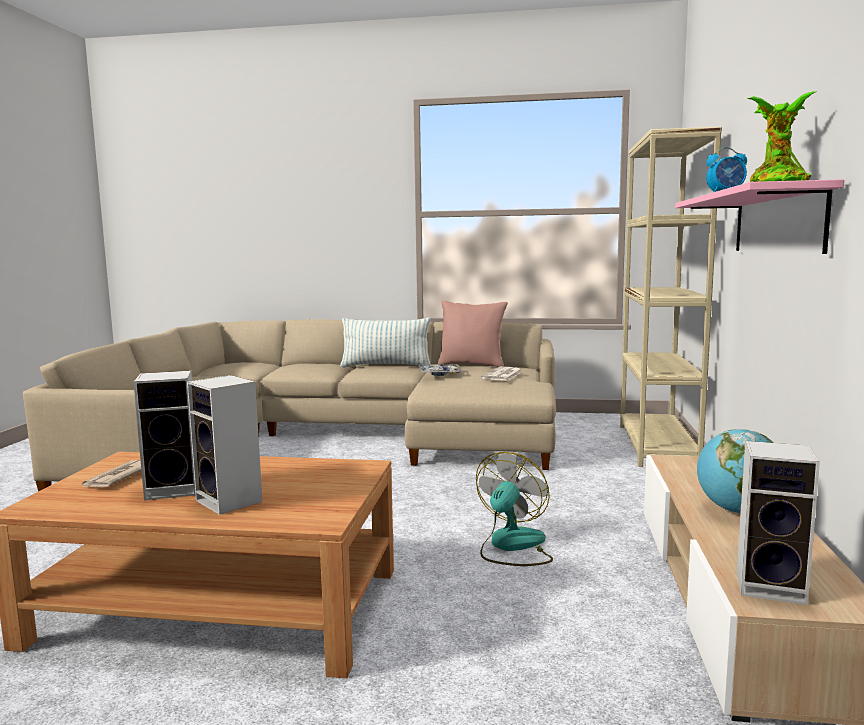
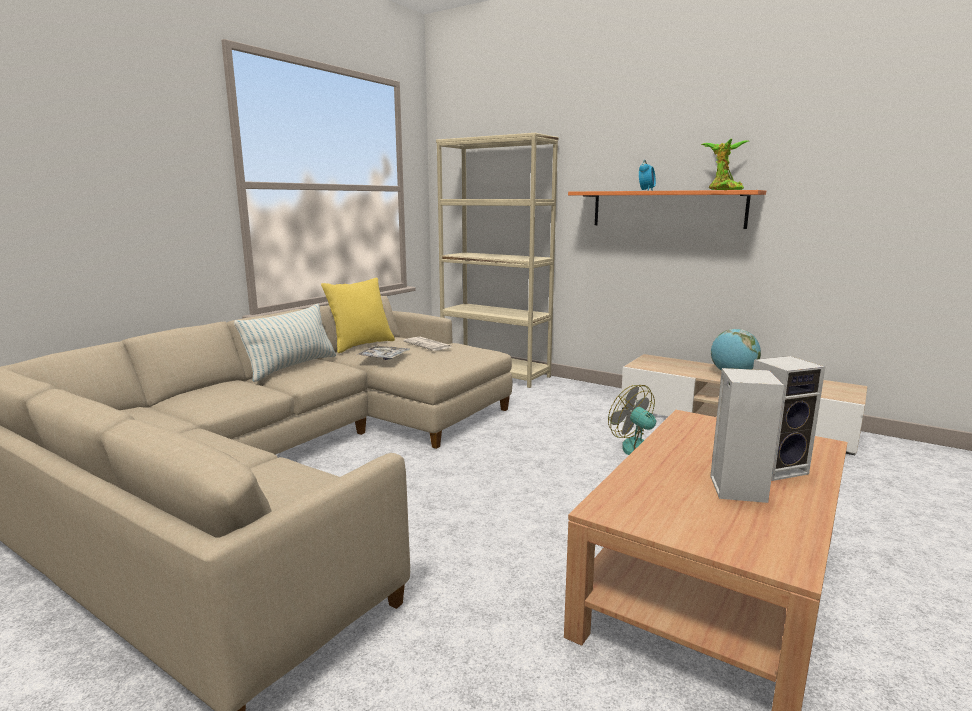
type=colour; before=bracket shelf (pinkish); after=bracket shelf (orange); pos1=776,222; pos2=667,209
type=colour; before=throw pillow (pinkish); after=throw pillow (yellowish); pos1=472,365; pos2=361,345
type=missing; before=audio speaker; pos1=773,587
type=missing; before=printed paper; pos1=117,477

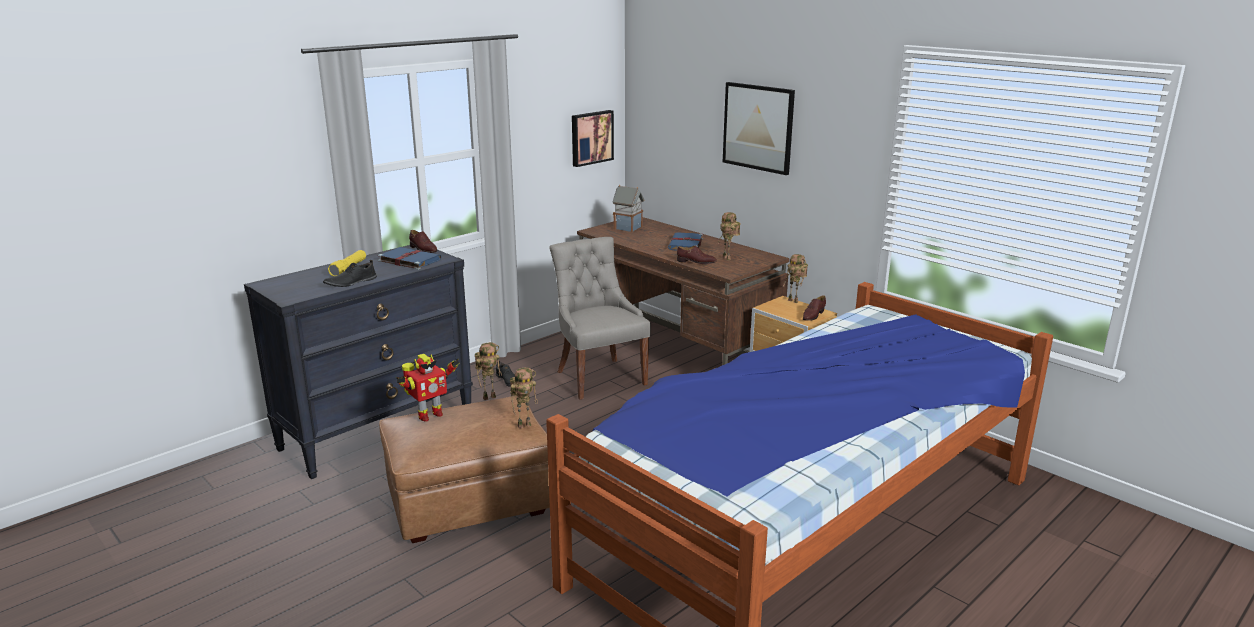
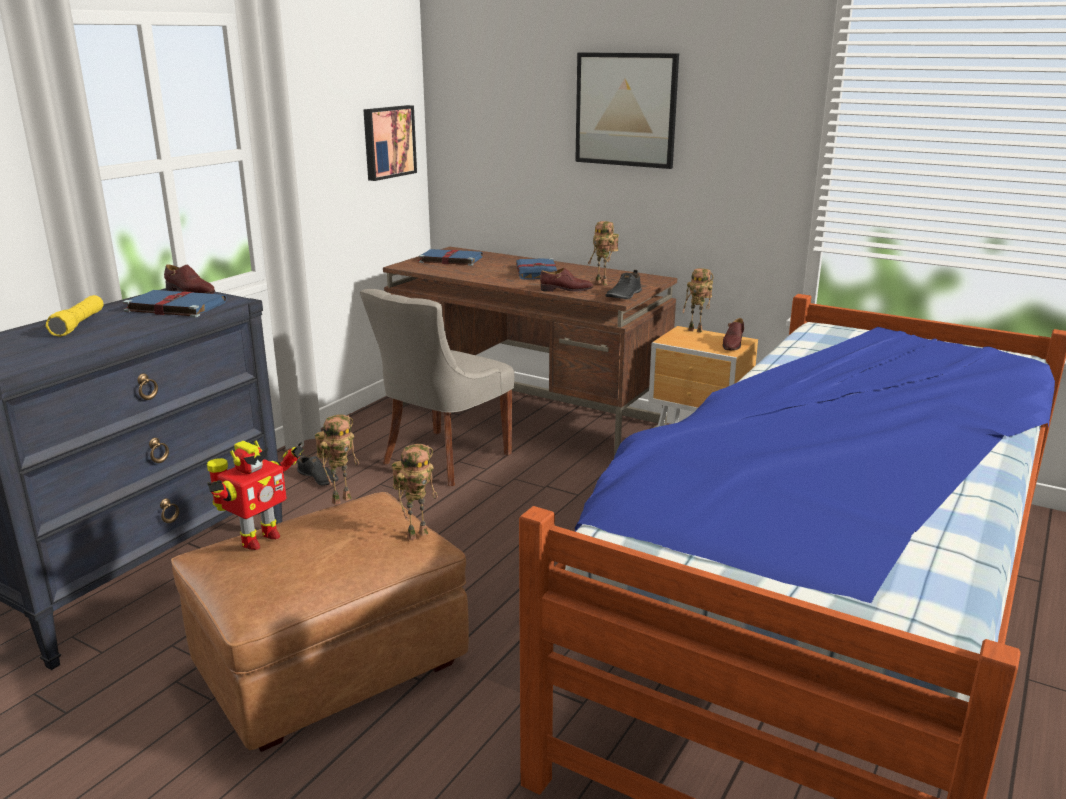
type=exchanged; before=model house; after=bound book (blue); pos1=628,228; pos2=450,260
type=spun; before=upright chair (gray); pos1=599,377; pos2=443,459; turn=-105
type=relocated; before=low shoe (black-coloured); pos1=350,282; pos2=623,295

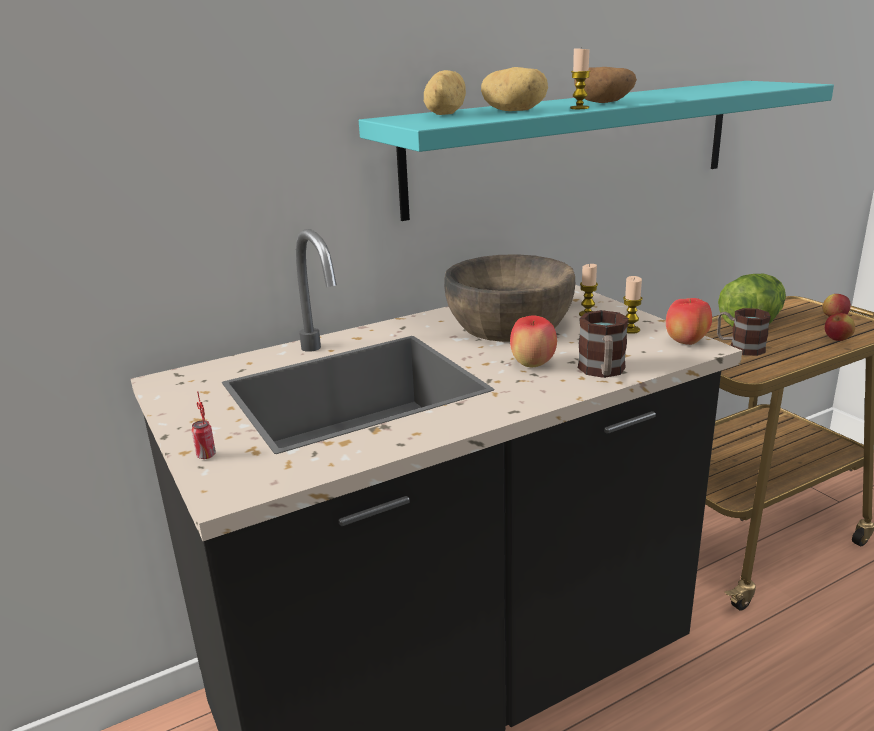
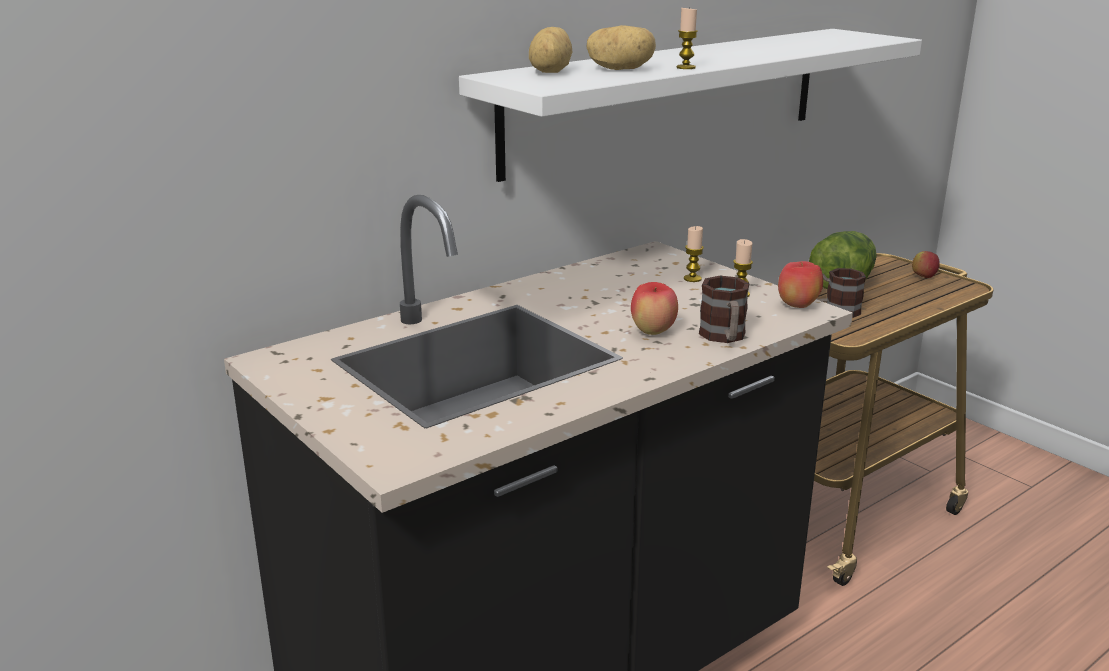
type=missing; before=spud; pos1=604,103
type=colour; before=bracket shelf (turquoise); after=bracket shelf (white-coloured); pos1=577,145; pos2=669,98
type=missing; before=deep dish (brown); pos1=509,324
type=missing; before=whole apple; pos1=837,340
type=missing; before=metal can; pos1=206,454

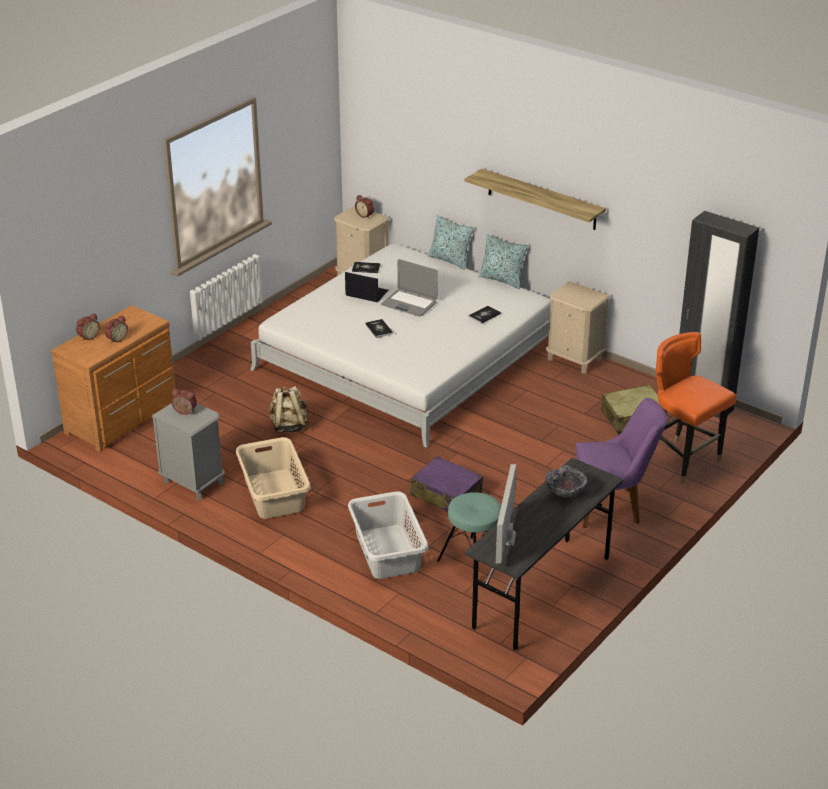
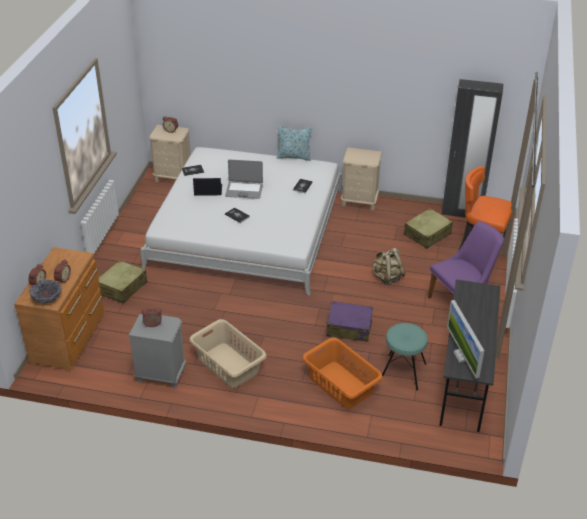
type=missing; before=bracket shelf; pos1=541,199
type=missing; before=throw pillow; pos1=450,260
type=relocated; before=rucksack (sand-coloured); pos1=289,426; pos2=387,278
type=relocated; before=deep dish; pos1=565,492; pos2=47,299
type=colour; before=laundry basket (gray); after=laundry basket (orange); pos1=387,552; pos2=340,385
type=appeared; after=suitcase (sand-coloured); pos2=122,288

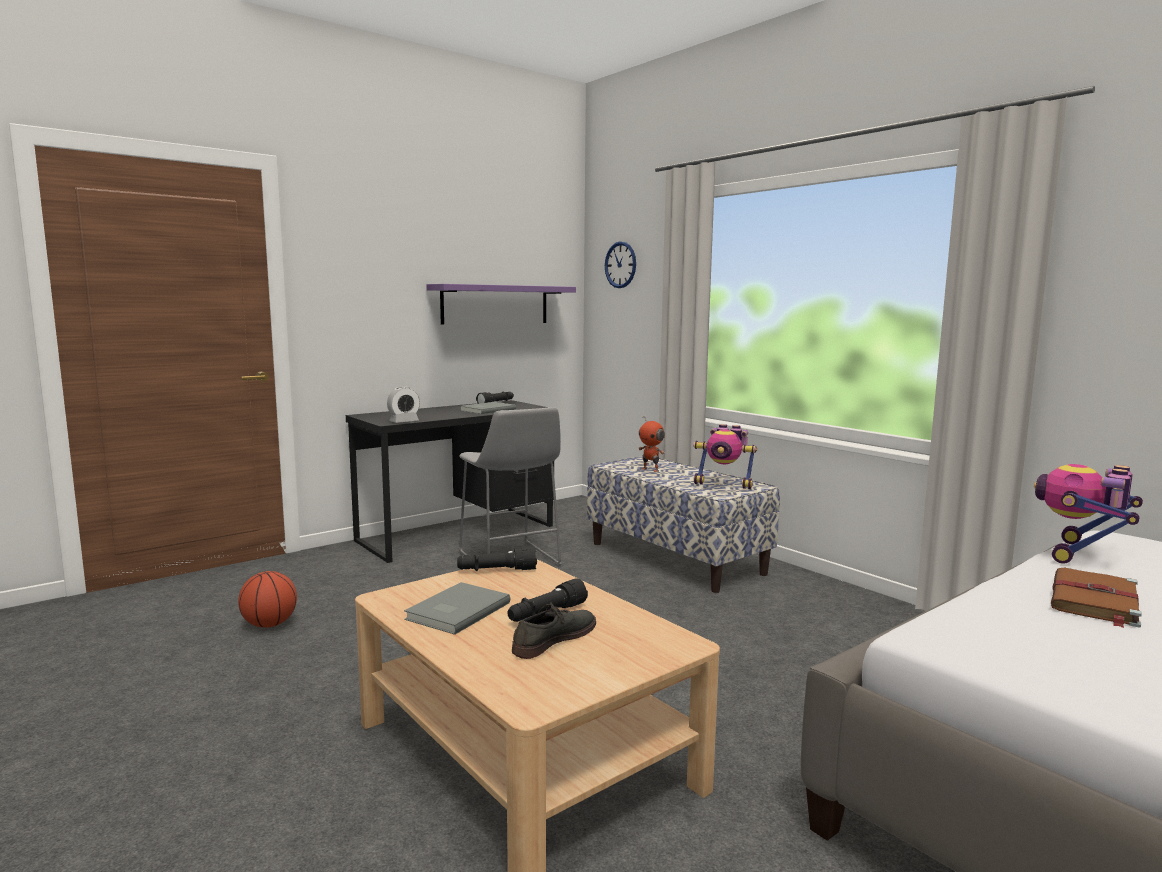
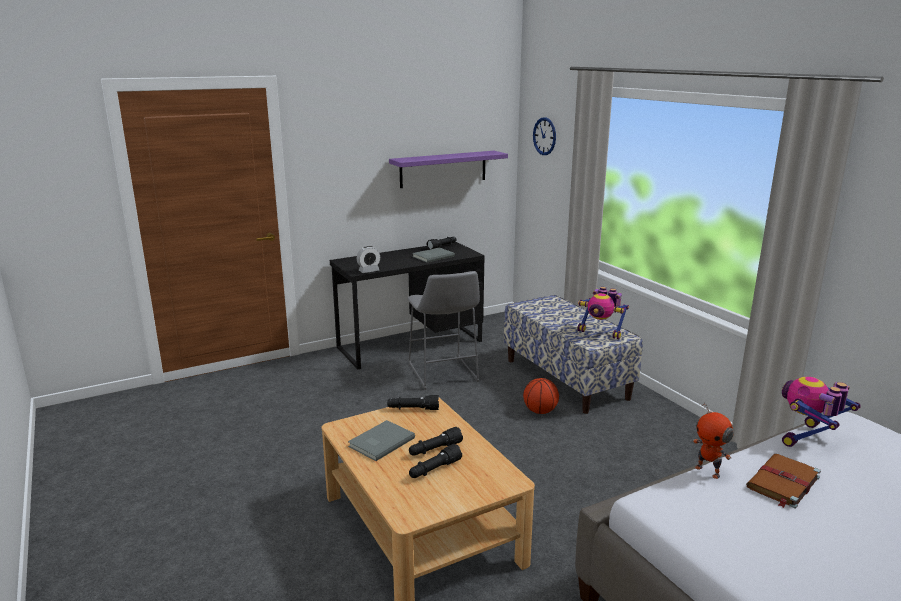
type=relocated; before=toy robot; pos1=651,469; pos2=708,471
type=relocated; before=basketball; pos1=269,625; pos2=540,411
type=exchanged; before=low shoe (gray); after=hand torch (black-coloured); pos1=554,638; pos2=434,469

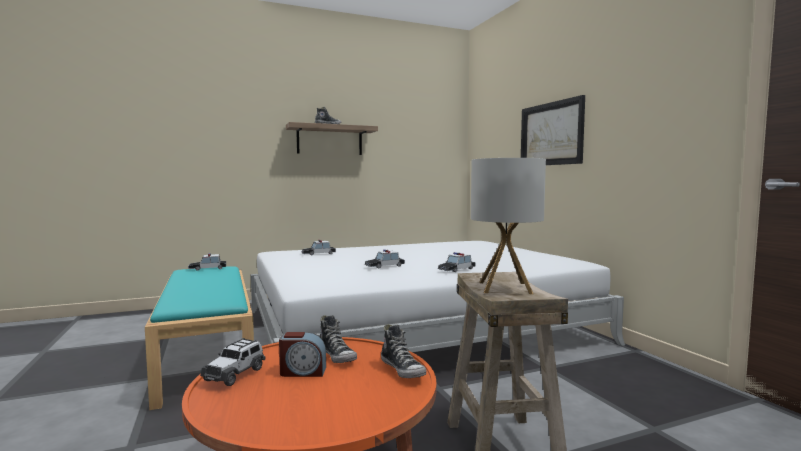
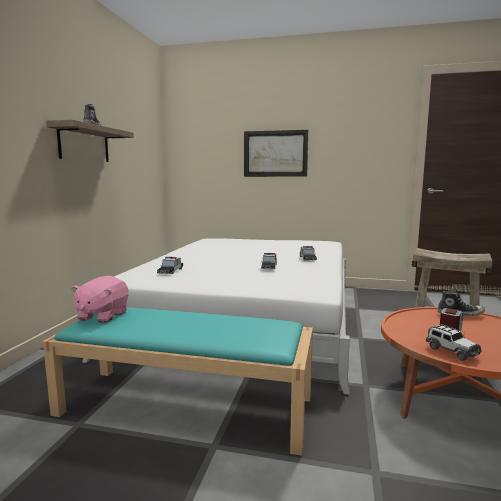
type=missing; before=tabletop lamp; pos1=504,288
type=exchanged; before=toy car; after=plush toy (pinkish); pos1=207,268; pos2=102,316
type=missing; before=low shoe; pos1=337,356

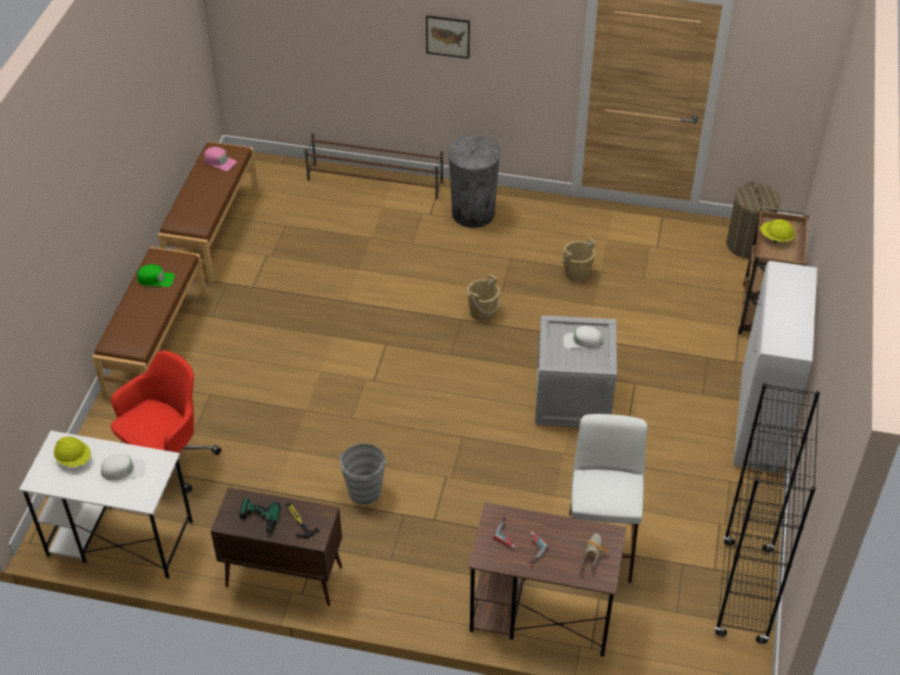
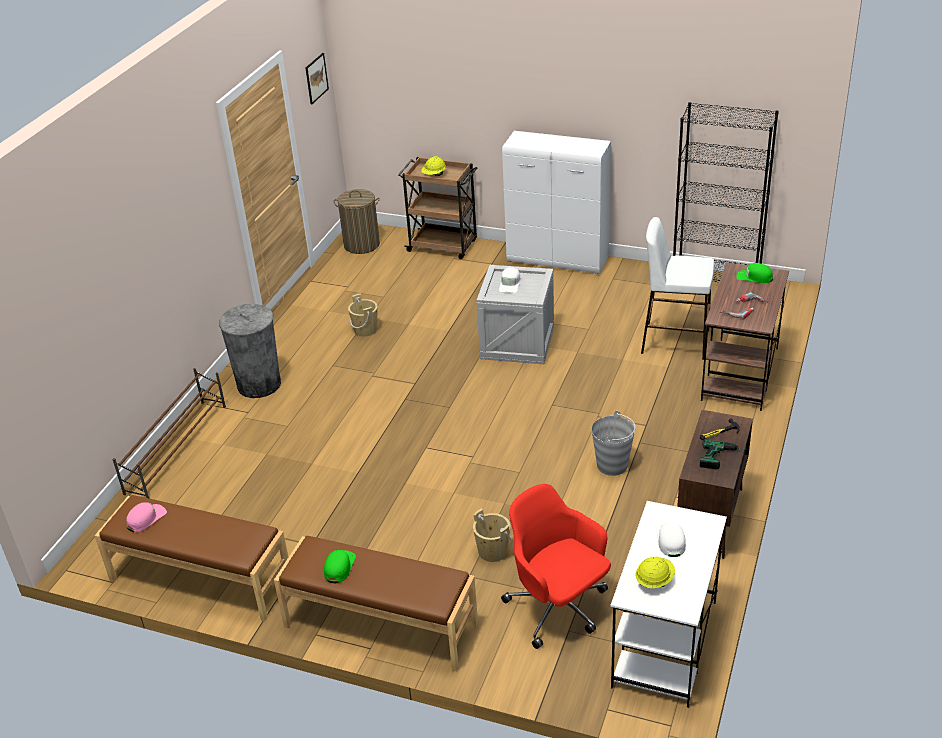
type=relocated; before=picture; pos1=448,36; pos2=316,78
type=relocated; before=bucket (sand-coloured); pos1=482,312; pos2=493,551
type=exchanged; before=low shoe; after=baseball cap (greenish); pos1=592,555; pos2=754,277

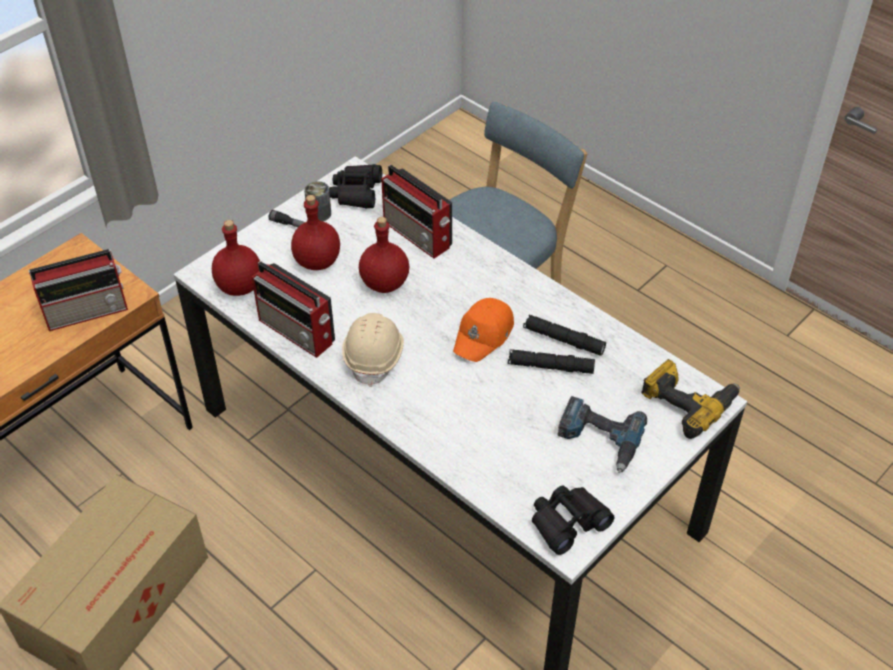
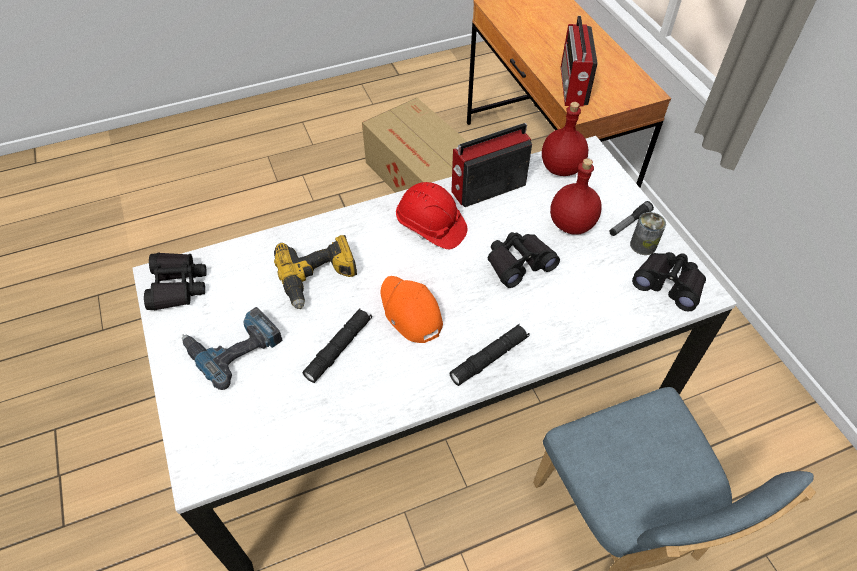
type=missing; before=radio receiver; pos1=418,235
type=exchanged; before=drink bottle (reddish); after=field glasses (black-coloured); pos1=385,283; pos2=519,263
type=colour; before=safety helmet (sand-coloured); after=safety helmet (reddish); pos1=375,356; pos2=431,227
type=relocated; before=hand torch (black-coloured); pos1=563,340; pos2=489,358
type=relocated; before=drill; pos1=688,402; pos2=318,278

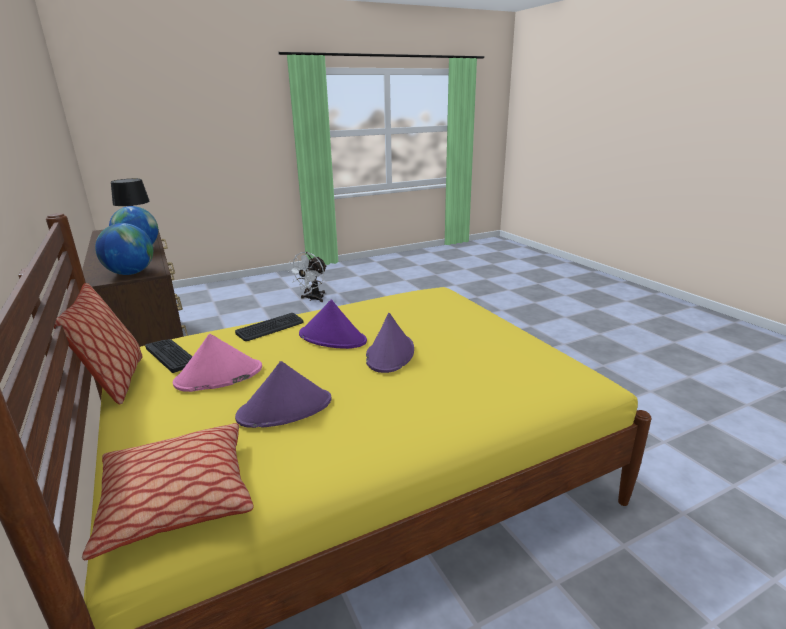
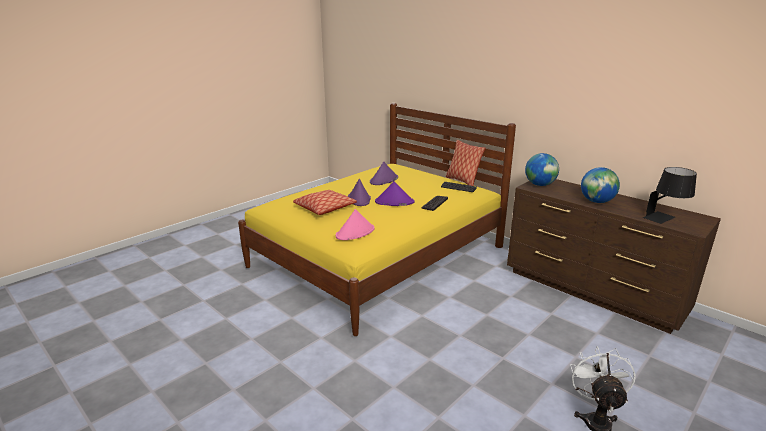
type=relocated; before=hat (pinkish); pos1=218,376; pos2=355,232
type=relocated; before=throw pillow; pos1=177,499; pos2=325,208

